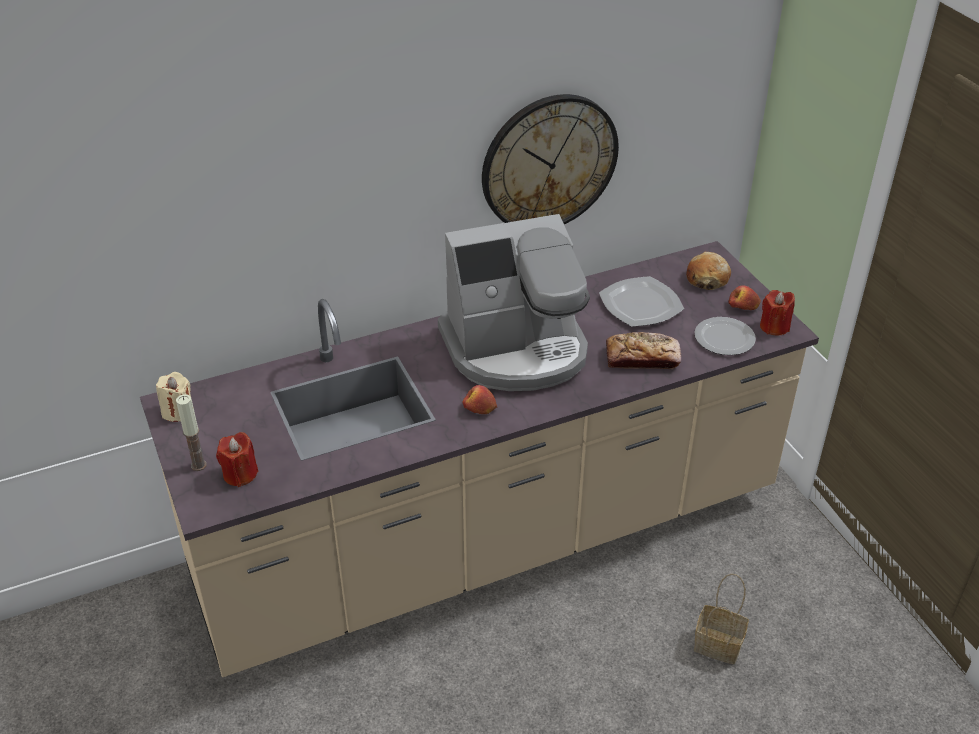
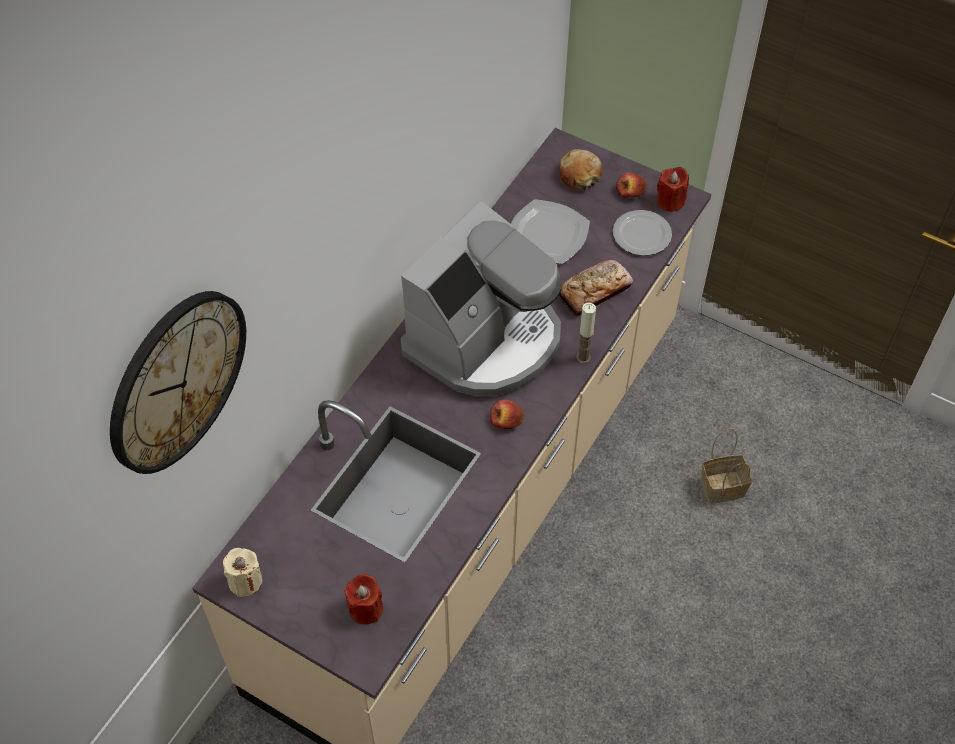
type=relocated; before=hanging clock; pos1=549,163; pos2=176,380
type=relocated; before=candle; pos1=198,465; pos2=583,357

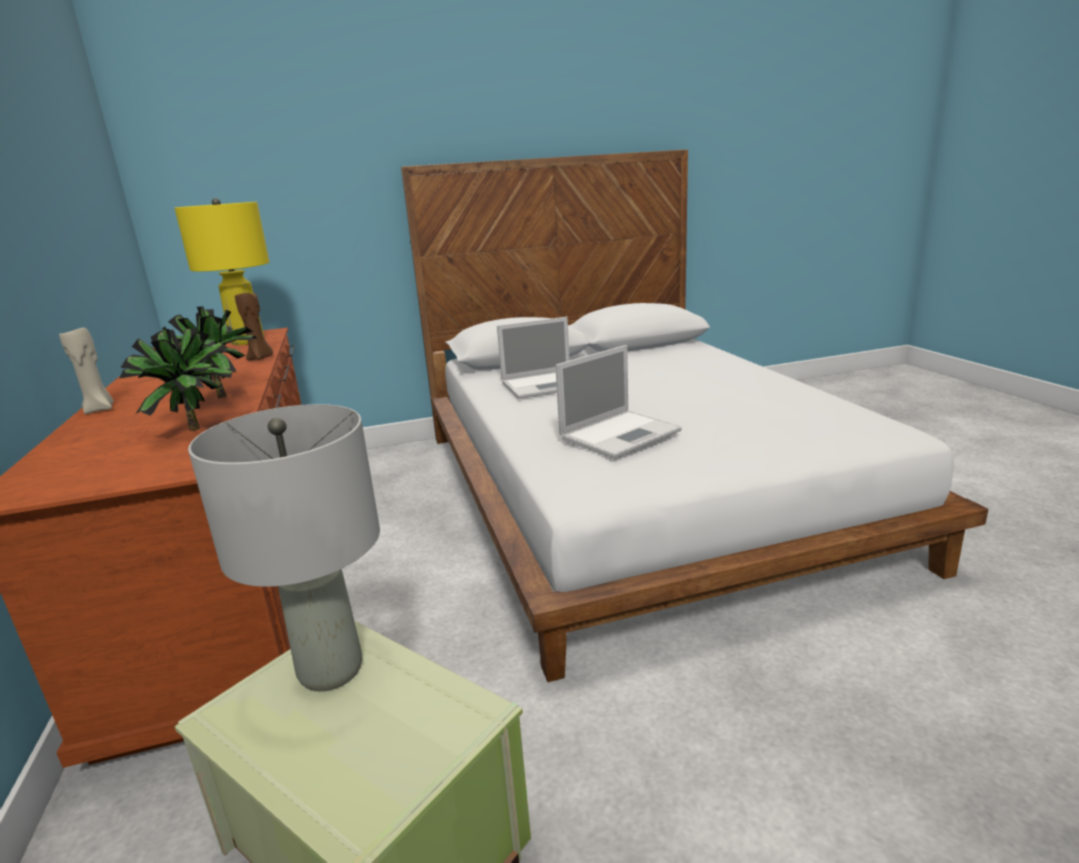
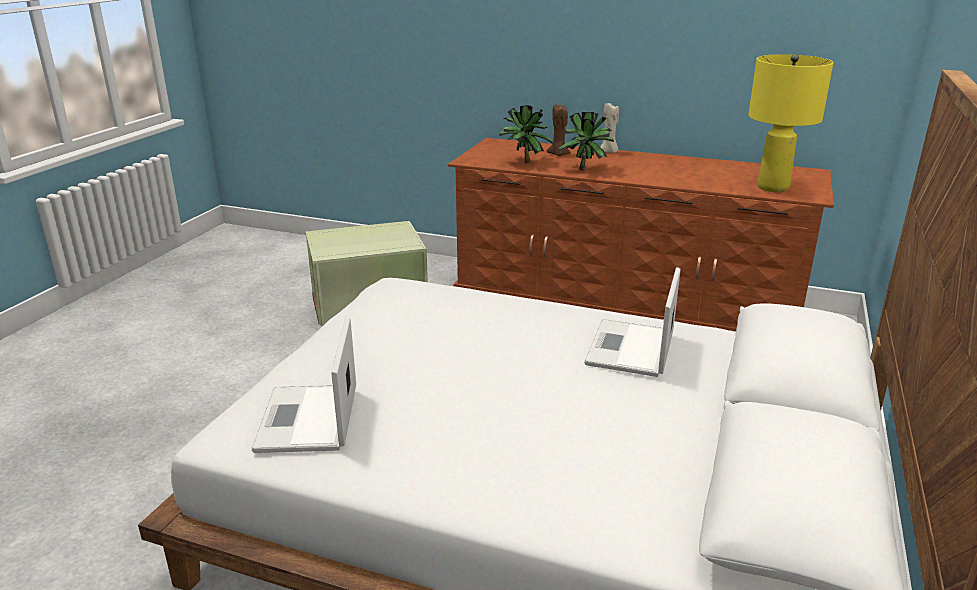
type=relocated; before=candle (brown); pos1=260,358; pos2=558,154
type=relocated; before=notebook computer; pos1=621,434; pos2=308,420
type=missing; before=tabletop lamp (gray); pos1=329,671

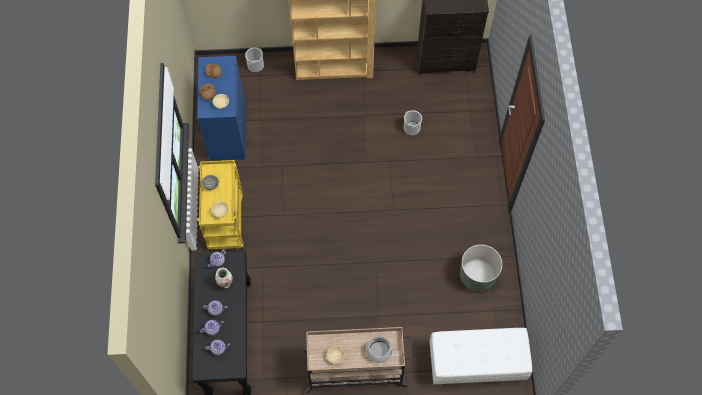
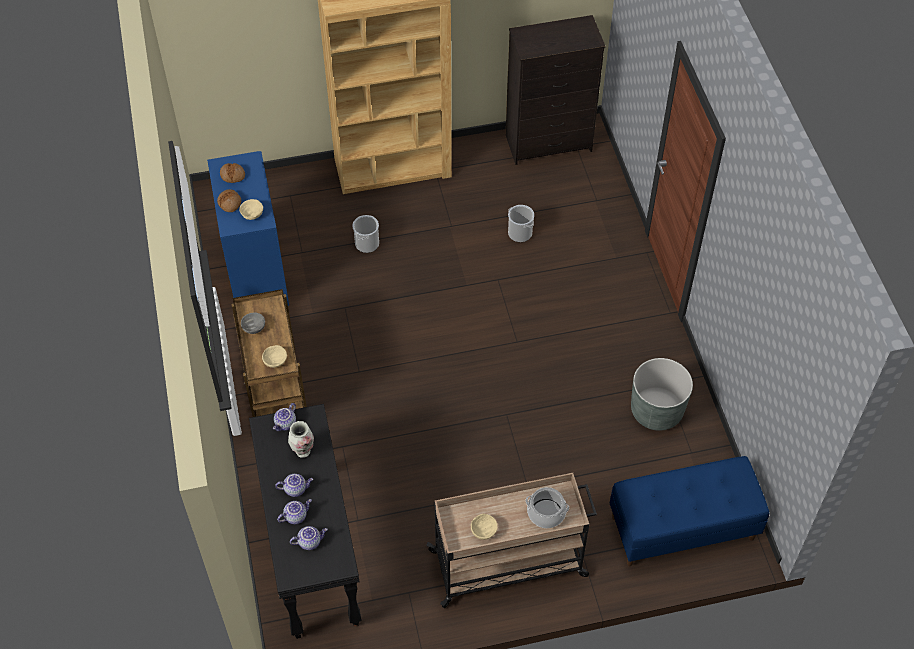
type=relocated; before=bucket; pos1=255,65; pos2=367,244
type=colour; before=wheeled cart (yellowish); after=wheeled cart (brown); pos1=225,221; pos2=275,393
type=colour; before=indoor bench (white-coloured); after=indoor bench (blue); pos1=476,364; pos2=682,528

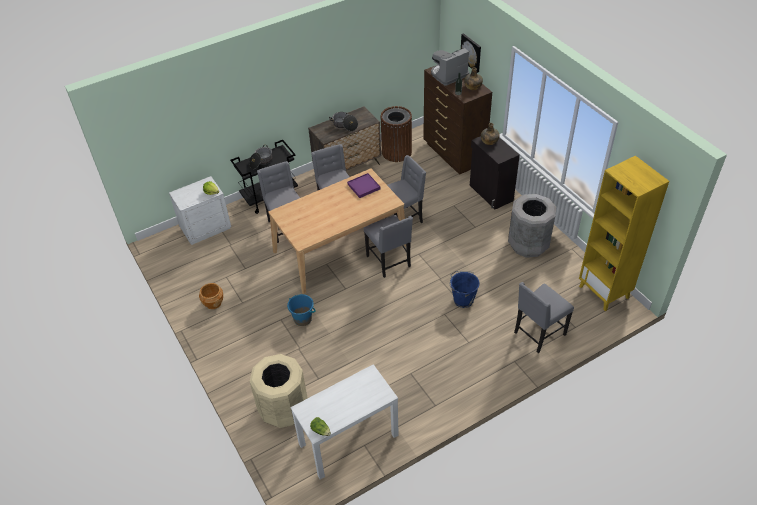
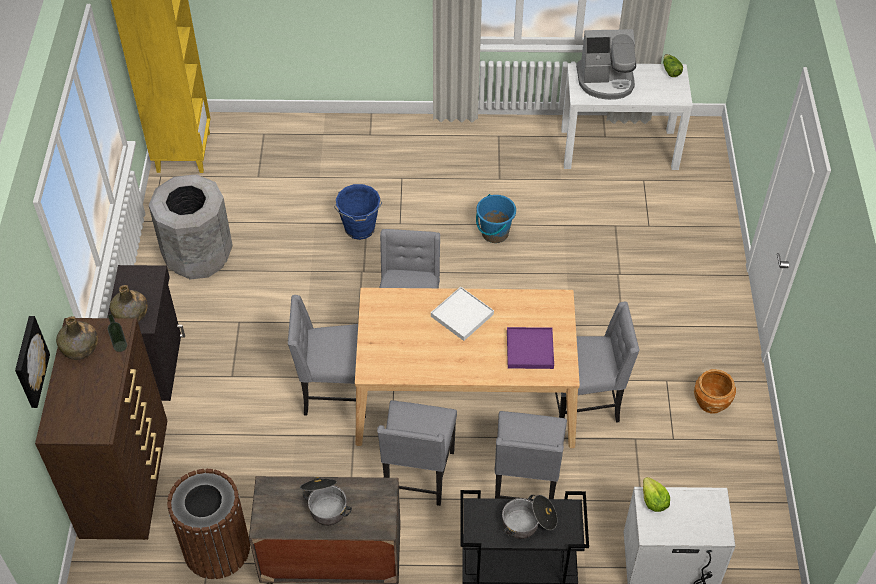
type=relocated; before=coffee brewer; pos1=448,75; pos2=606,81
type=relocated; before=tray (purplish); pos1=363,186; pos2=529,350
type=relocated; before=upright chair (gray); pos1=538,334; pos2=585,402
type=relocated; before=bucket (blue); pos1=303,319; pos2=494,233
type=missing; before=waste bin (sand-coloured); pos1=283,409
type=appeared; after=tray (white-coloured); pos2=462,315

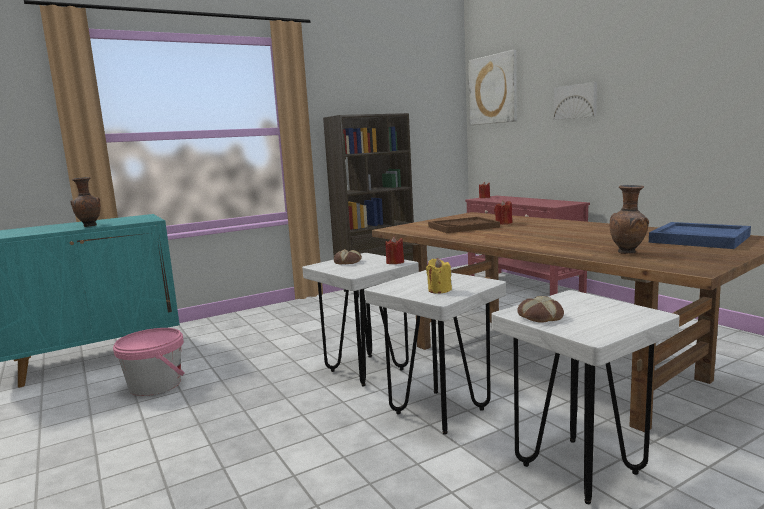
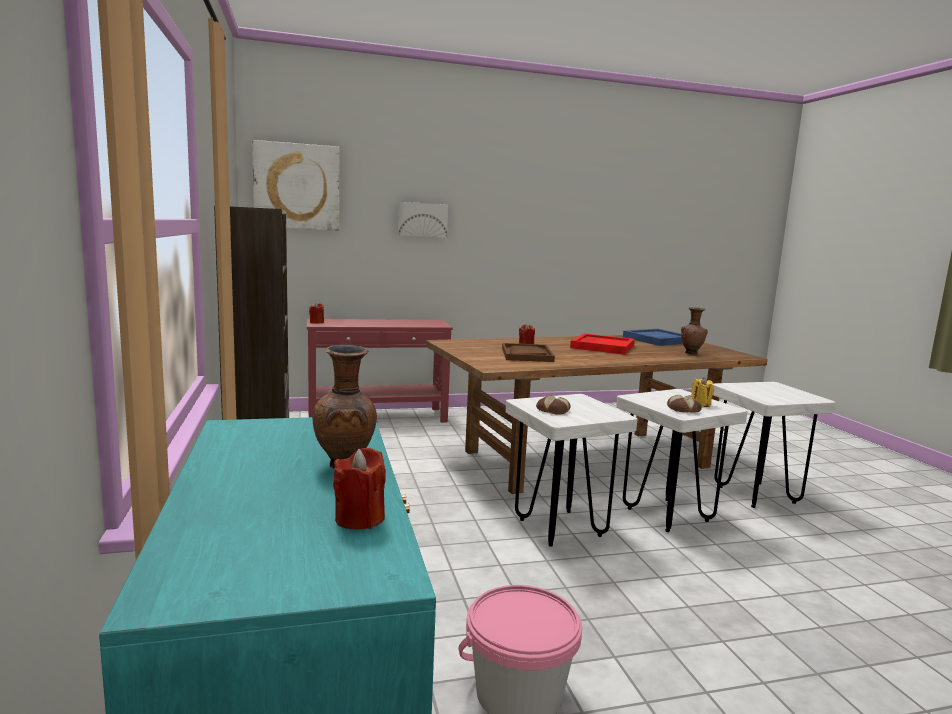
type=relocated; before=candle (reddish); pos1=395,262; pos2=360,518
type=relocated; before=bakery bread; pos1=539,316; pos2=683,409
type=appeared; after=tray (reddish); pos2=602,347

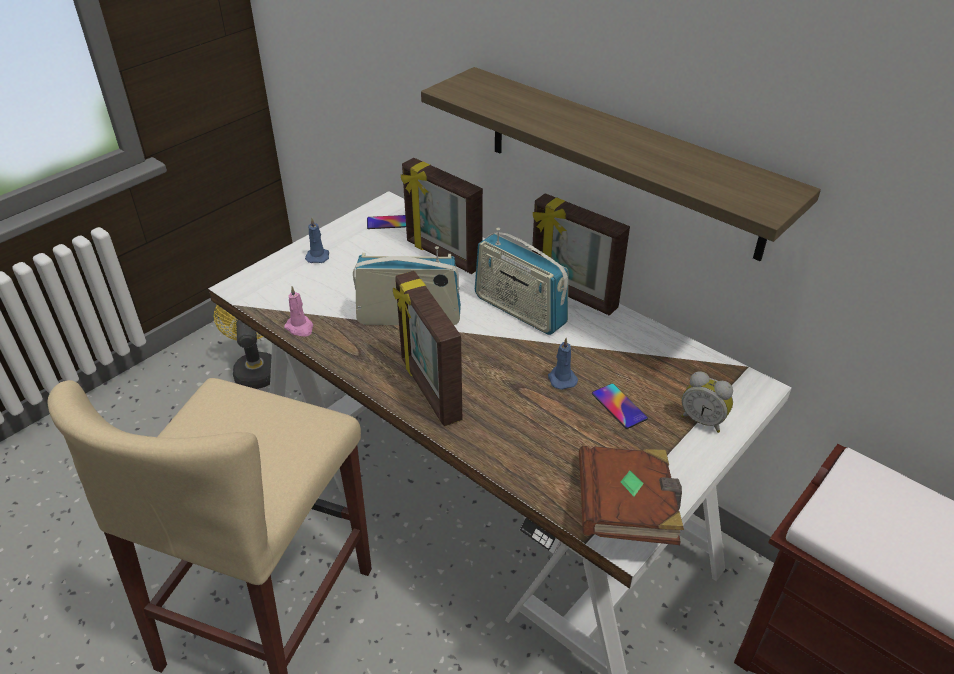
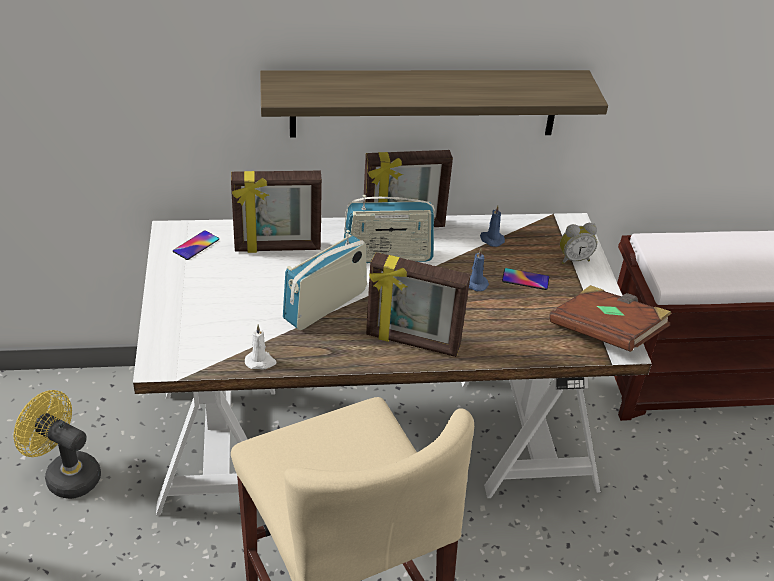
type=relocated; before=candle (blue); pos1=318,256; pos2=491,239
type=colour; before=candle (pinkish); after=candle (white-coloured); pos1=300,328; pos2=260,361

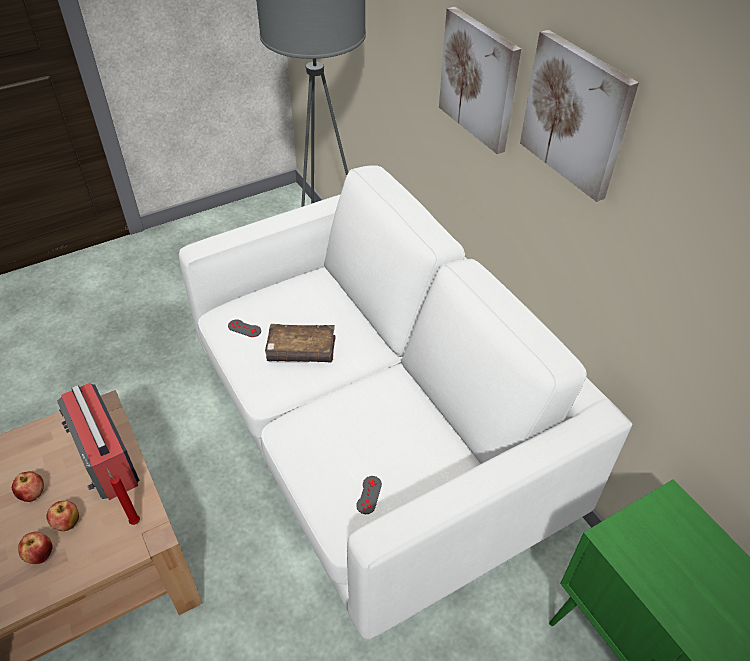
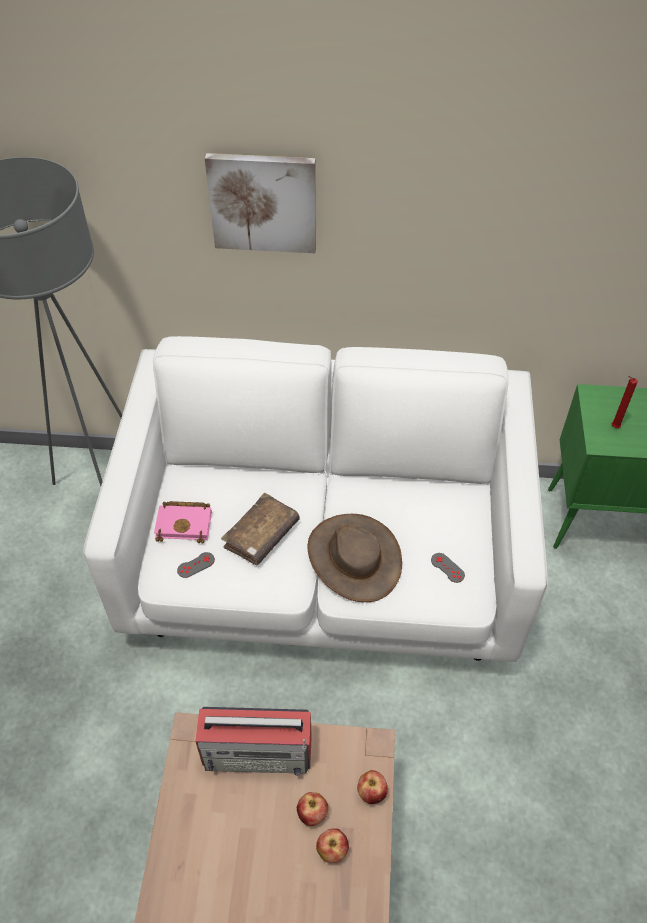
type=missing; before=picture; pos1=577,115
type=relocated; before=candle (reddish); pos1=134,520; pos2=613,427
type=relocated; before=whole apple; pos1=33,494; pos2=372,793
type=appeared; after=bound book (pinkish); pos2=185,523
type=appeared; after=hat (brown); pos2=354,558

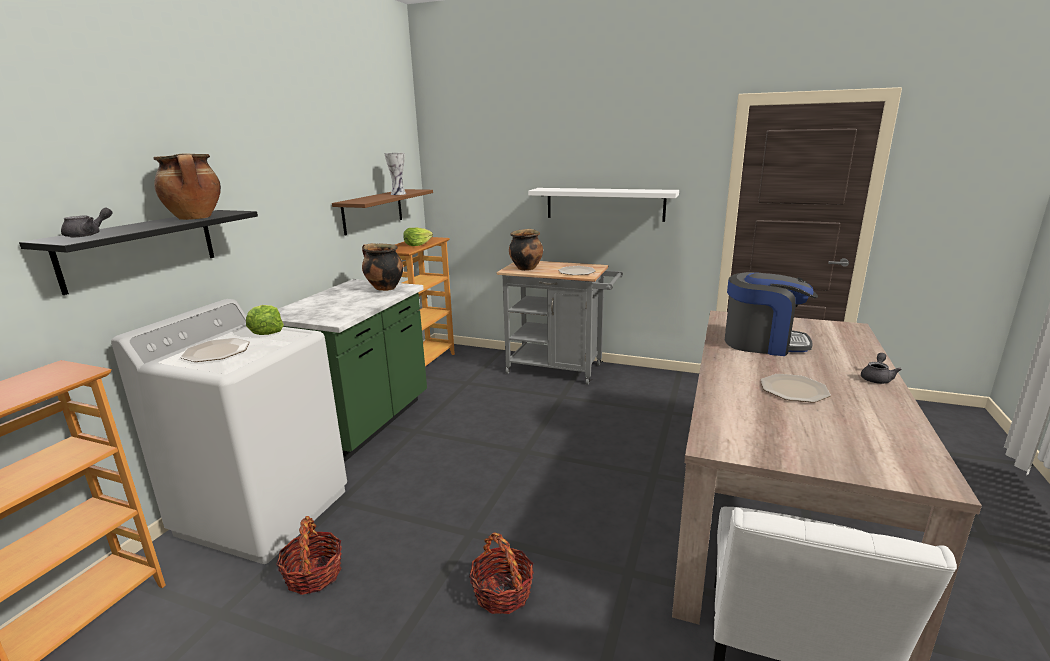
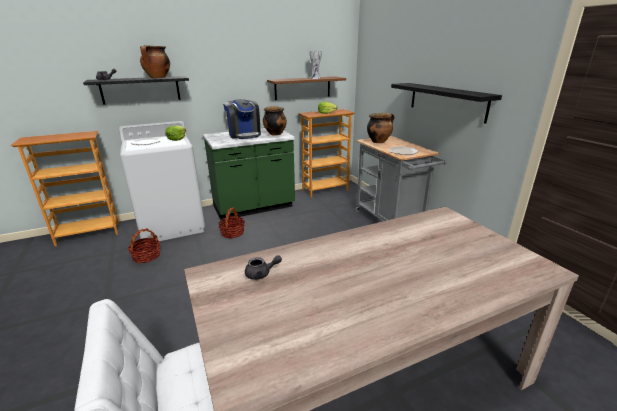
type=colour; before=bracket shelf (white-coloured); after=bracket shelf (black-coloured); pos1=605,204; pos2=446,101
type=relocated; before=coffee brewer; pos1=763,343; pos2=244,135
type=relocated; before=teapot (gray); pos1=877,378; pos2=261,274
type=missing; before=plate; pos1=793,389
type=relocated; before=basket; pos1=502,593; pos2=232,233

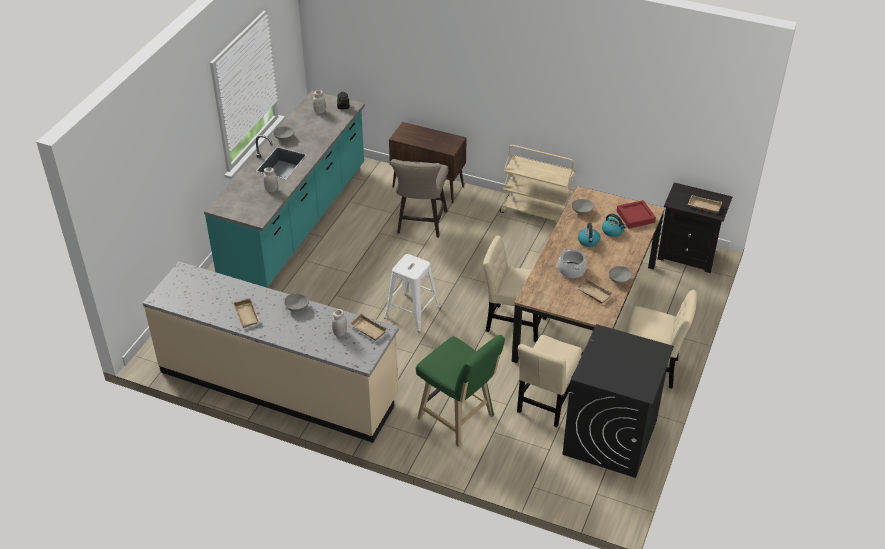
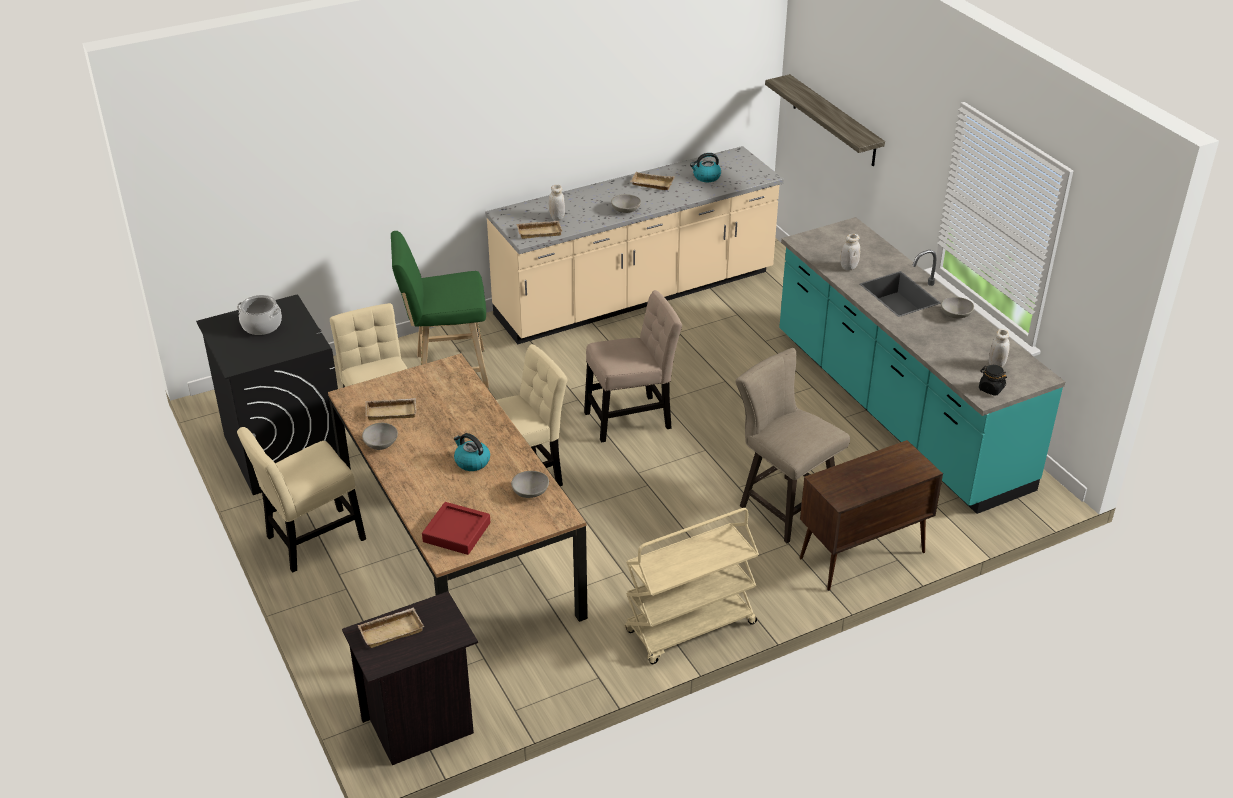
type=relocated; before=kettle; pos1=613,231; pos2=706,177
type=relocated; before=cooking pot; pos1=571,270; pos2=262,325
type=exchanged; before=sitting stool (white-coloured); after=upright chair (sand-coloured); pos1=412,311; pos2=632,418
type=appeared; after=bracket shelf; pos2=834,121

